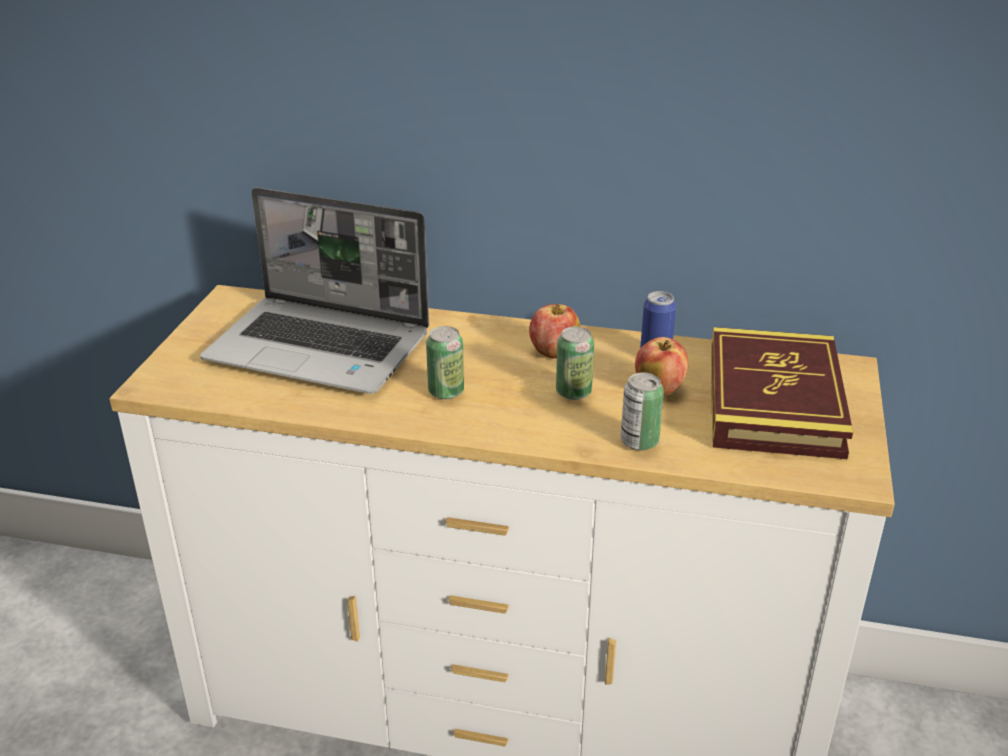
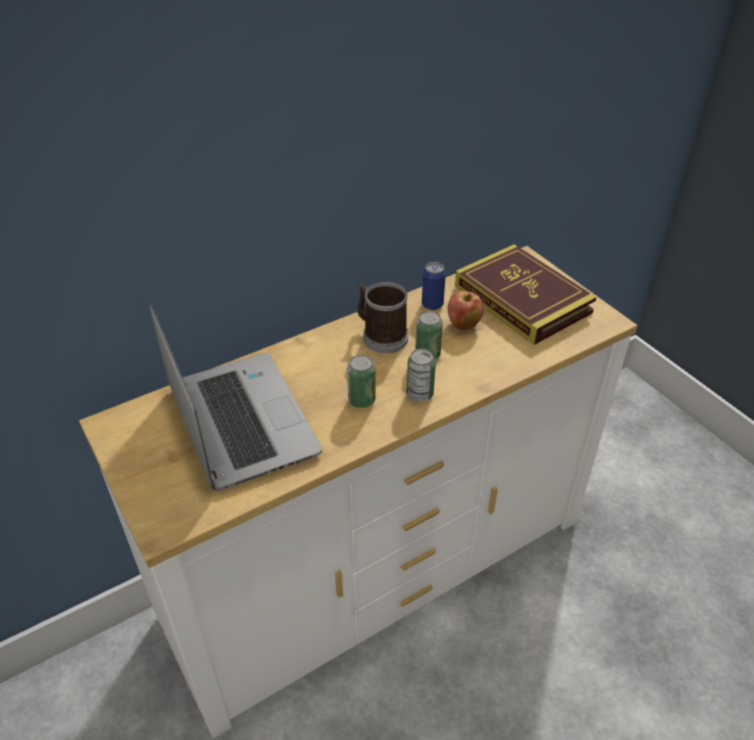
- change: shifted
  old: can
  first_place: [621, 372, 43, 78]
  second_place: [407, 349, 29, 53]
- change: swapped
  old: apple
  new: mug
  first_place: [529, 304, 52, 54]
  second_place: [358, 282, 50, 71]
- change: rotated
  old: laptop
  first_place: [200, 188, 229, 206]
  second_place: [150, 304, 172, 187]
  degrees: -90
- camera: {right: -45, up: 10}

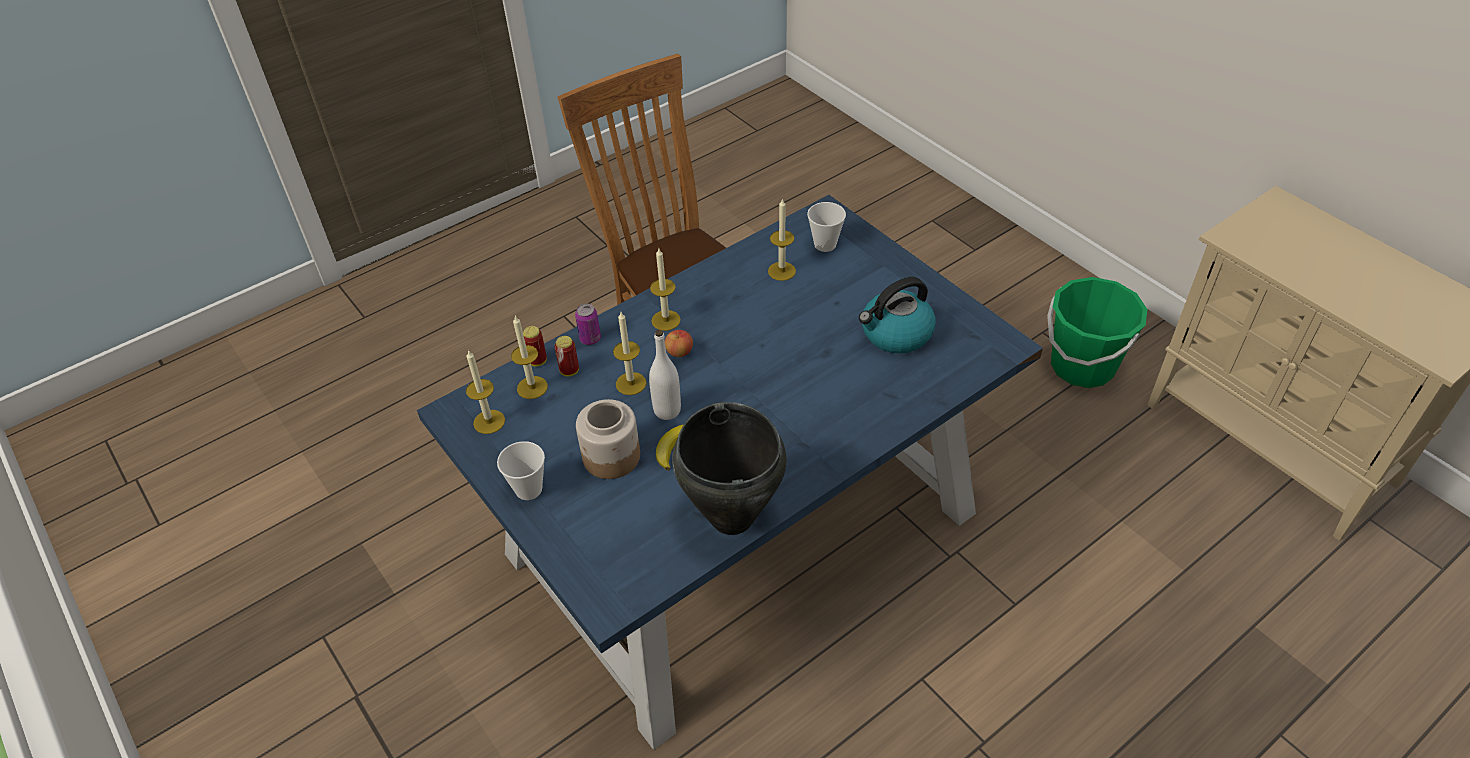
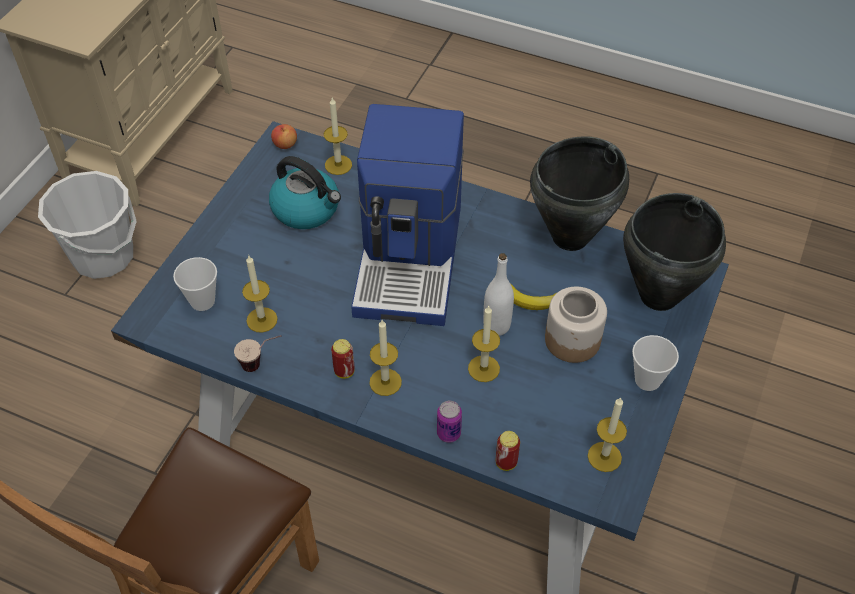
- change: new
  new: cup
  second_place: [234, 335, 47, 37]
- change: new
  new: coffee_machine
  second_place: [351, 104, 113, 222]
- change: new
  new: black_cooking_pot
  second_place: [623, 193, 103, 118]
- change: shifted
  old: candle
  first_place: [511, 316, 37, 83]
  second_place: [324, 98, 28, 77]
- change: shifted
  old: can
  first_place: [554, 336, 25, 40]
  second_place: [331, 339, 24, 40]
- change: shifted
  old: apple
  first_place: [665, 330, 28, 27]
  second_place: [271, 124, 26, 25]
- change: repainted
  old: green_bucket
  new: white_bucket
  first_place: [1047, 277, 101, 111]
  second_place: [38, 171, 99, 108]
- camera: {right: -120, up: 5}

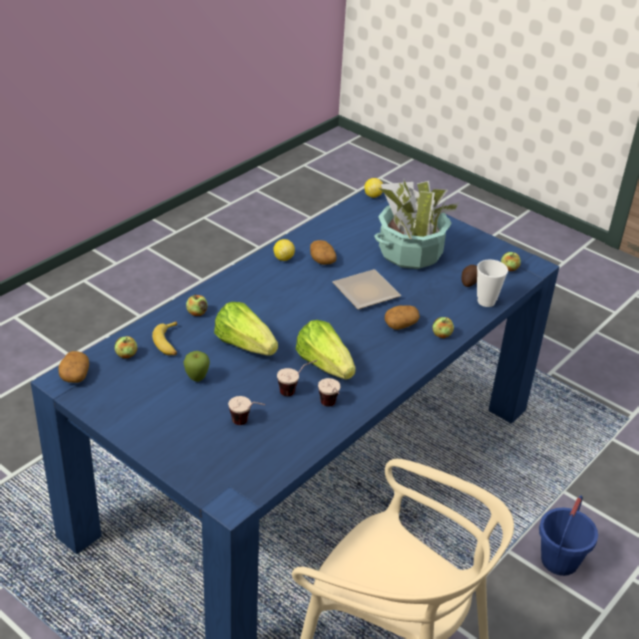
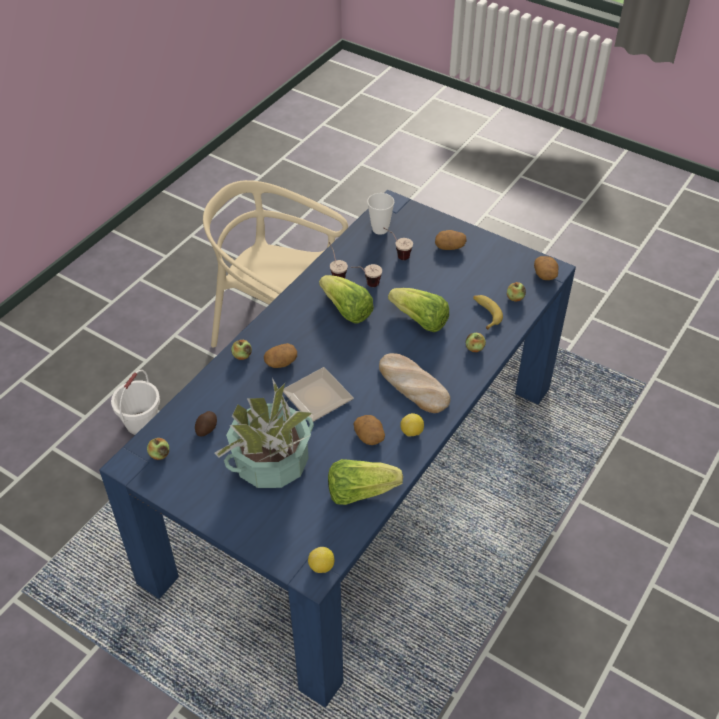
- change: gone
  old: apple
  first_place: [184, 351, 26, 31]
- change: new
  new: lettuce
  second_place: [328, 459, 75, 46]
- change: new
  new: bread
  second_place: [379, 353, 71, 60]
- change: new
  new: potato
  second_place: [435, 230, 32, 20]
- change: shifted
  old: cup
  first_place: [477, 260, 31, 47]
  second_place: [367, 193, 27, 42]
- change: repainted
  old: blue_bucket
  new: white_bucket
  first_place: [539, 496, 59, 80]
  second_place: [111, 370, 49, 65]
- camera: {right: 175, up: 10}

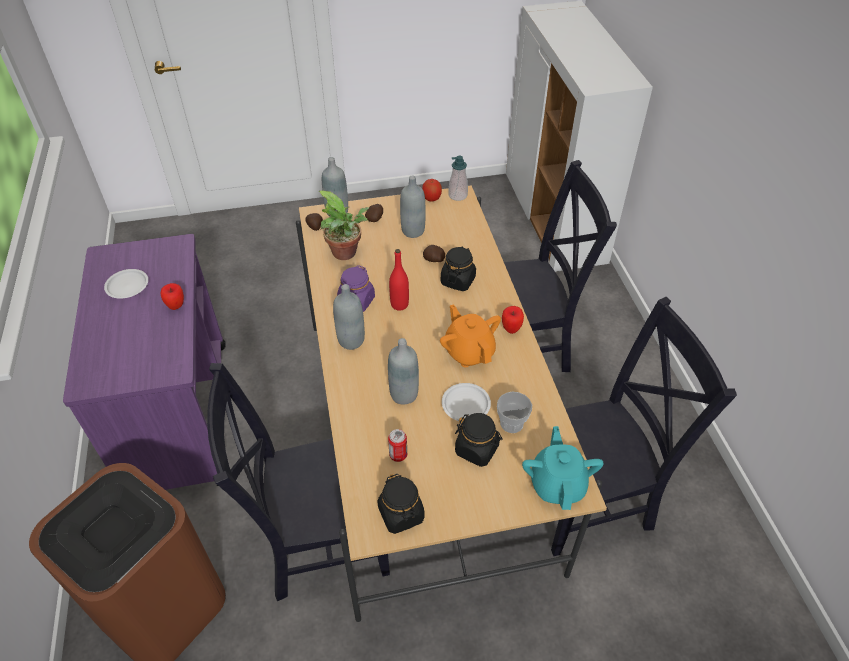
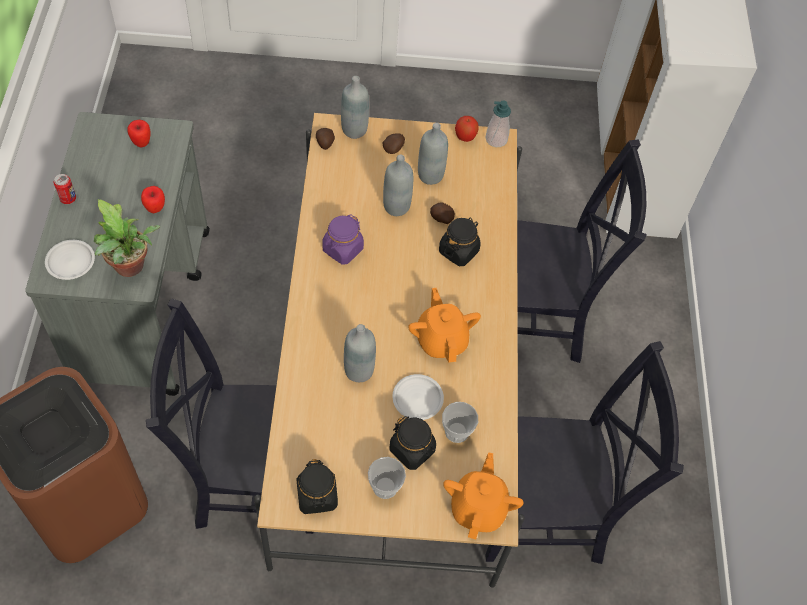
- change: gone
  old: red_bottle
  first_place: [389, 249, 20, 61]
- change: new
  new: cup
  second_place: [368, 457, 38, 42]
- change: shifted
  old: white_plate
  first_place: [104, 269, 44, 30]
  second_place: [45, 240, 50, 40]
- change: shifted
  old: potted_plant
  first_place: [318, 190, 51, 70]
  second_place: [94, 199, 66, 78]
- change: shifted
  old: grey_bottle
  first_place: [333, 284, 32, 66]
  second_place: [383, 155, 30, 61]
- change: shifted
  old: can
  first_place: [388, 429, 19, 33]
  second_place: [53, 174, 23, 30]
- change: shifted
  old: apple
  first_place: [502, 306, 22, 28]
  second_place: [128, 120, 22, 27]
- change: repainted
  old: purple_cart
  new: grey_cart
  first_place: [63, 234, 163, 256]
  second_place: [25, 112, 185, 284]
- change: repainted
  old: turquoise_teapot
  new: orange_teapot
  first_place: [522, 426, 82, 84]
  second_place: [443, 452, 81, 88]
- camera: {right: 10, up: 10}

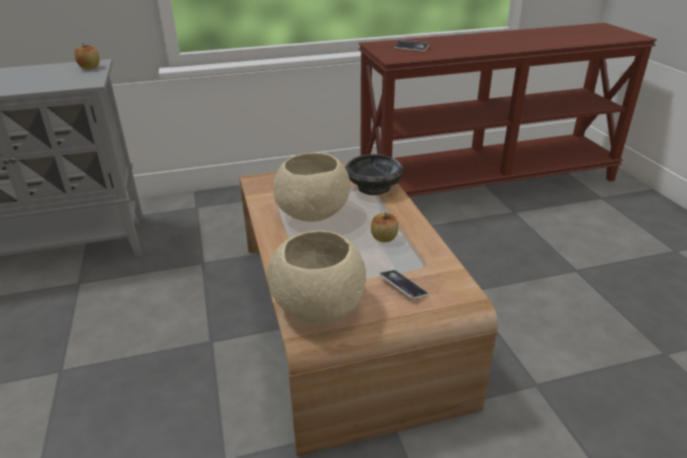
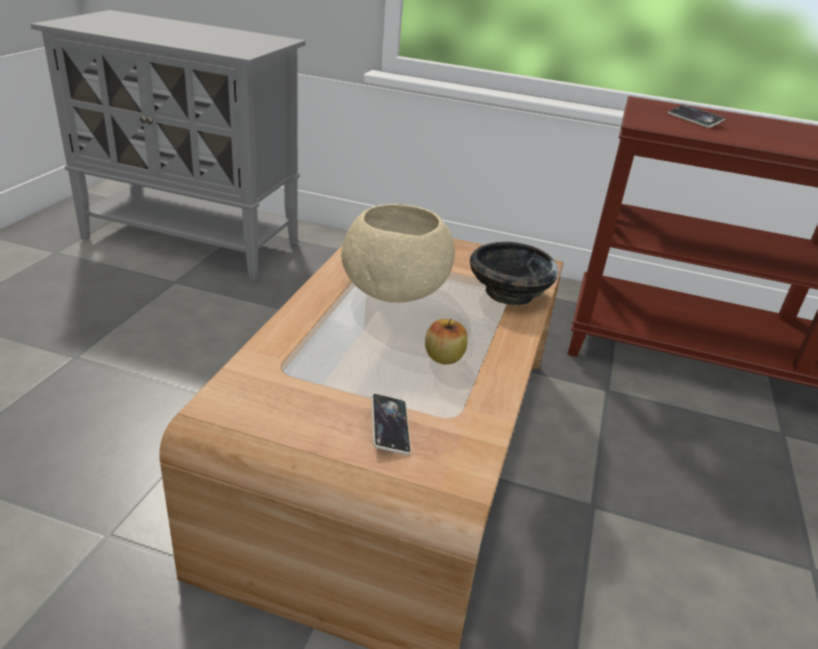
- change: gone
  old: apple
  first_place: [75, 44, 25, 25]
- change: gone
  old: beige_bowl
  first_place: [267, 231, 99, 93]
- camera: {right: 30, up: 0}

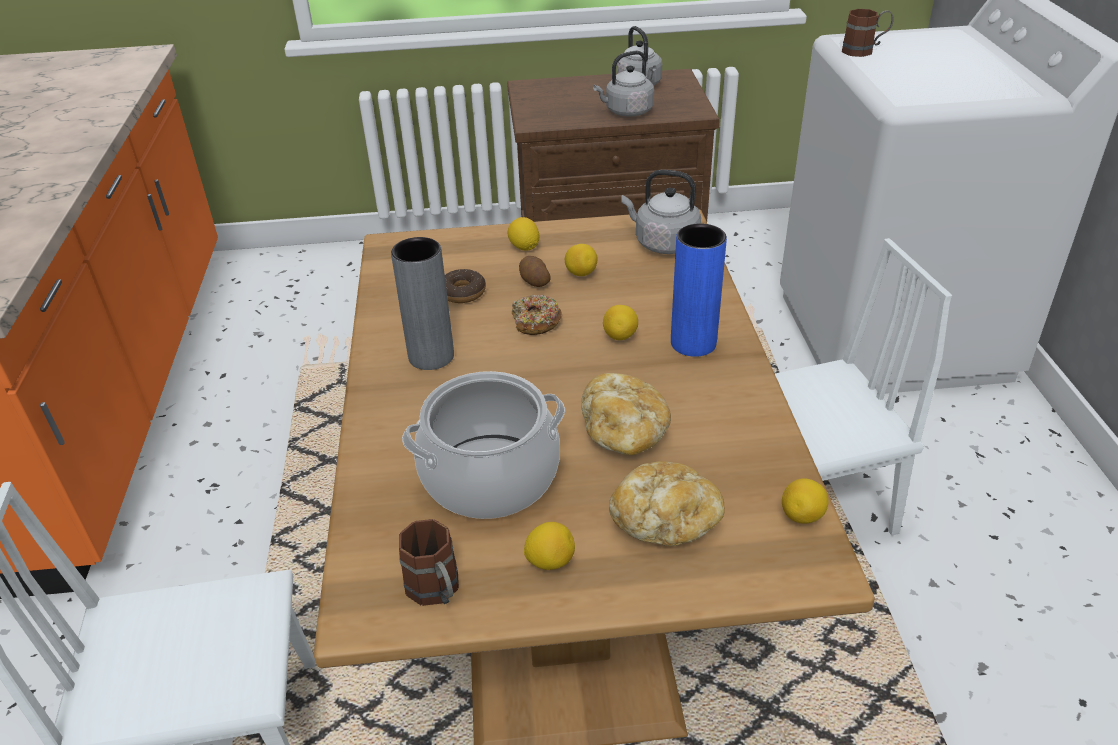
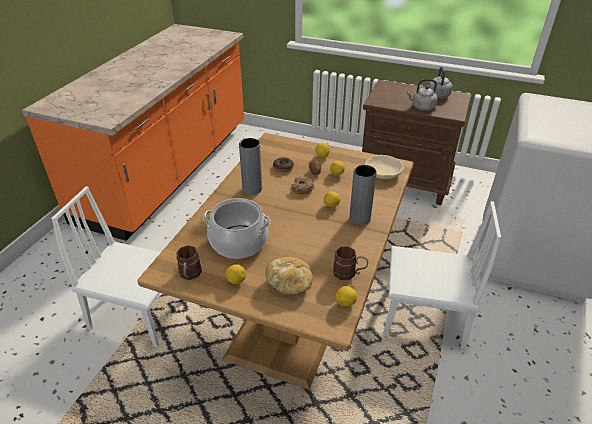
- change: gone
  old: bread
  first_place: [581, 373, 90, 82]
- change: shifted
  old: brown_mug
  first_place: [842, 9, 52, 48]
  second_place: [333, 246, 35, 34]
- change: swapped
  old: grey_kettle
  new: beige_bowl
  first_place: [621, 170, 80, 84]
  second_place: [365, 155, 39, 24]
- change: repainted
  old: blue_vase
  new: grey_vase
  first_place: [671, 224, 56, 133]
  second_place: [349, 165, 28, 60]
- camera: {right: 25, up: 0}

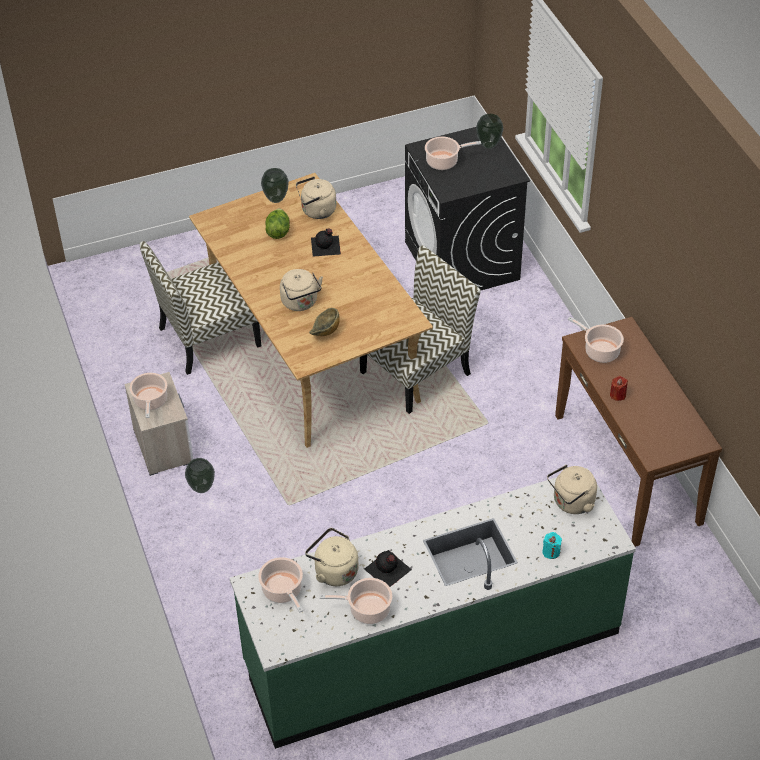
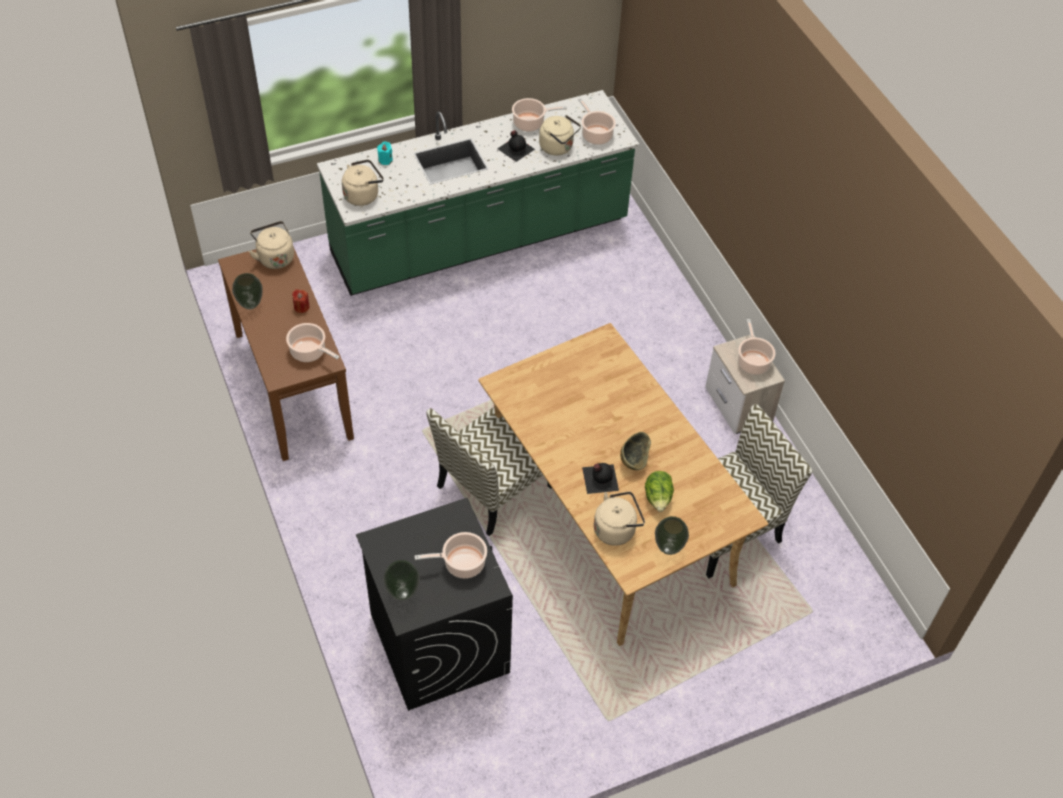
- change: shifted
  old: vase
  first_place: [185, 458, 30, 35]
  second_place: [232, 273, 31, 36]
- change: shifted
  old: beige_kettle
  first_place: [280, 269, 43, 42]
  second_place: [249, 221, 45, 48]
- change: shifted
  old: bowl
  first_place: [309, 308, 31, 28]
  second_place: [620, 432, 31, 38]
- camera: {right: 175, up: 5}

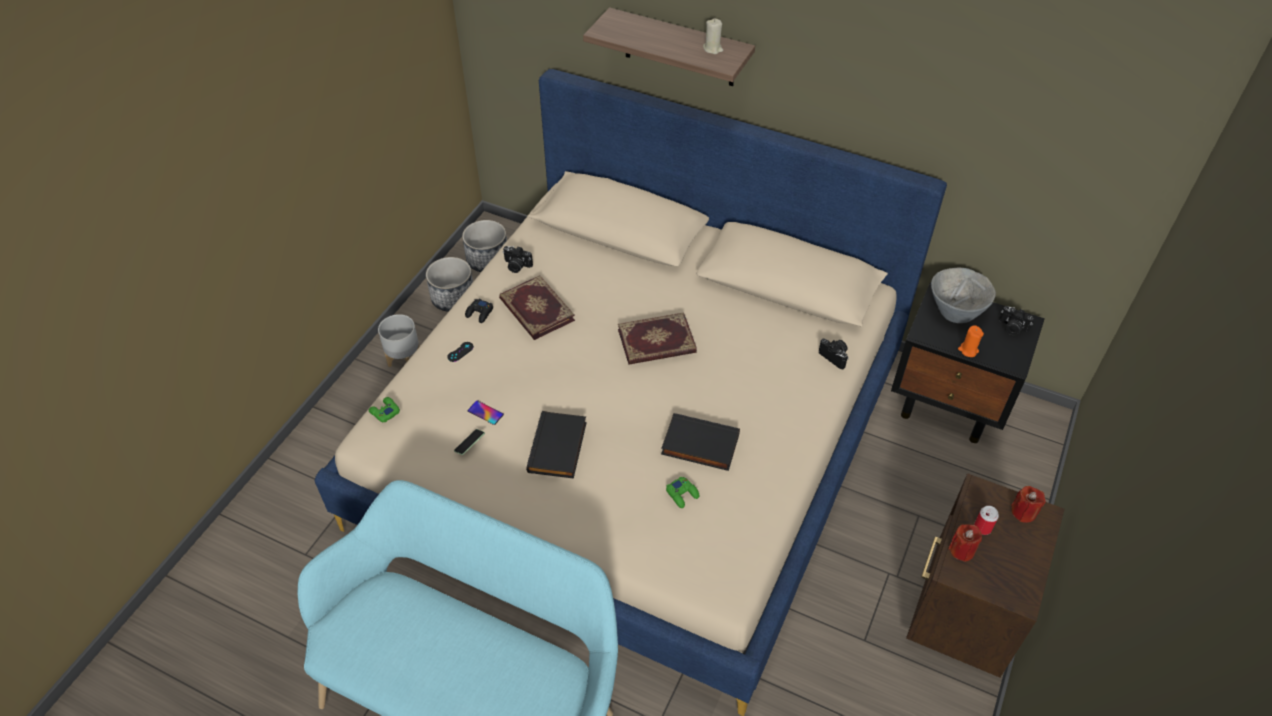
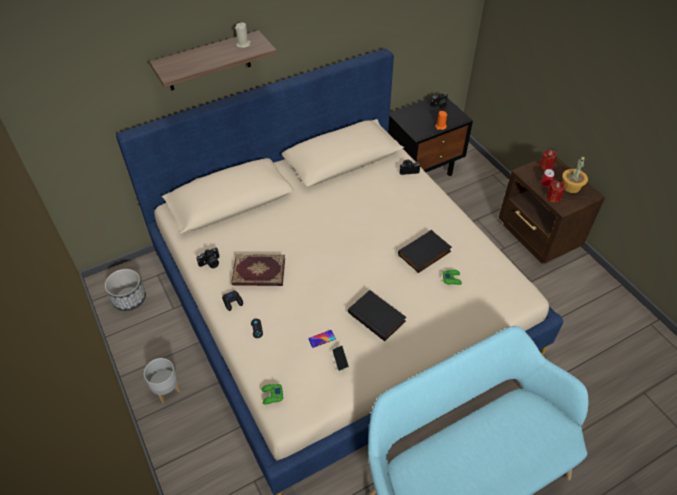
- change: gone
  old: planter
  first_place: [426, 257, 47, 55]
- change: gone
  old: book
  first_place: [618, 312, 79, 53]
- change: gone
  old: grey_bowl
  first_place: [931, 267, 65, 56]
- change: new
  new: potted_plant
  second_place: [562, 155, 26, 38]
- camera: {right: -55, up: 0}

